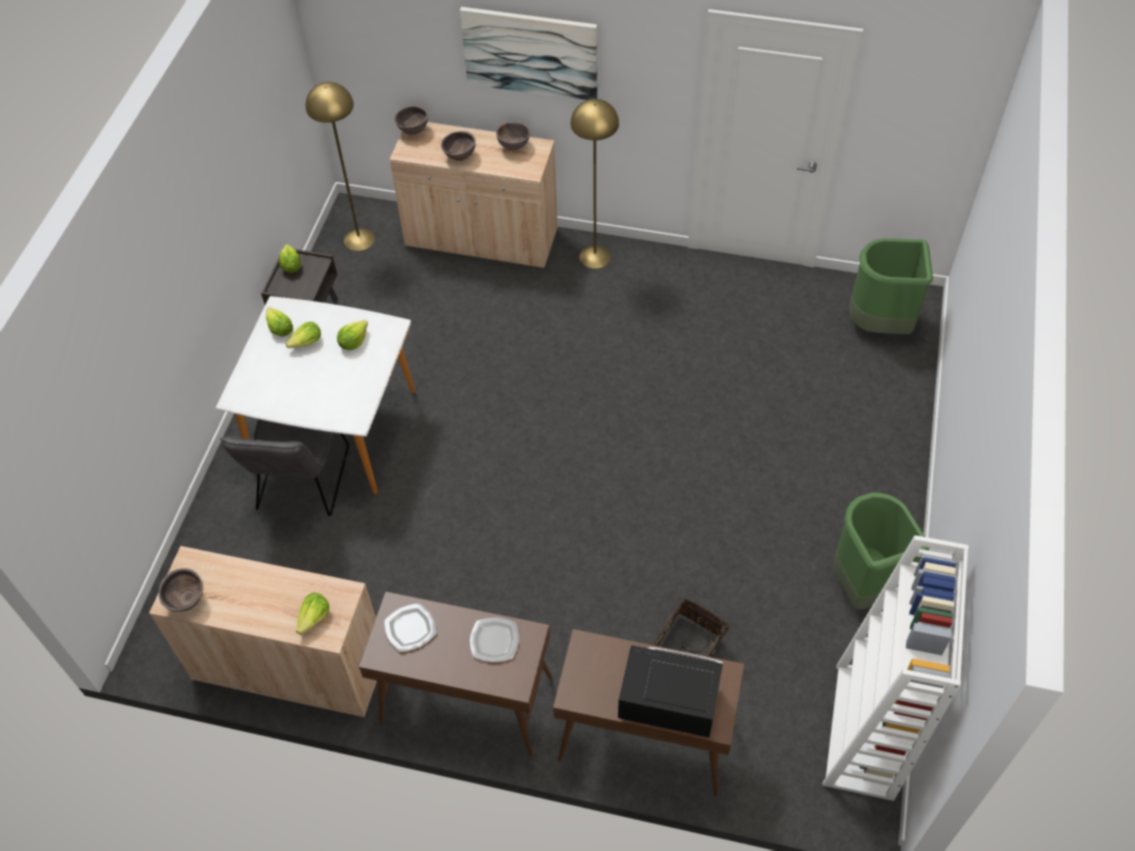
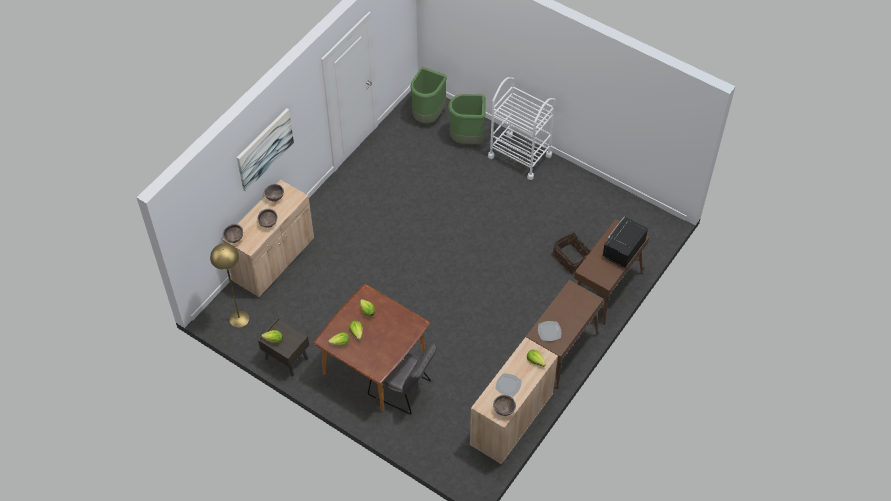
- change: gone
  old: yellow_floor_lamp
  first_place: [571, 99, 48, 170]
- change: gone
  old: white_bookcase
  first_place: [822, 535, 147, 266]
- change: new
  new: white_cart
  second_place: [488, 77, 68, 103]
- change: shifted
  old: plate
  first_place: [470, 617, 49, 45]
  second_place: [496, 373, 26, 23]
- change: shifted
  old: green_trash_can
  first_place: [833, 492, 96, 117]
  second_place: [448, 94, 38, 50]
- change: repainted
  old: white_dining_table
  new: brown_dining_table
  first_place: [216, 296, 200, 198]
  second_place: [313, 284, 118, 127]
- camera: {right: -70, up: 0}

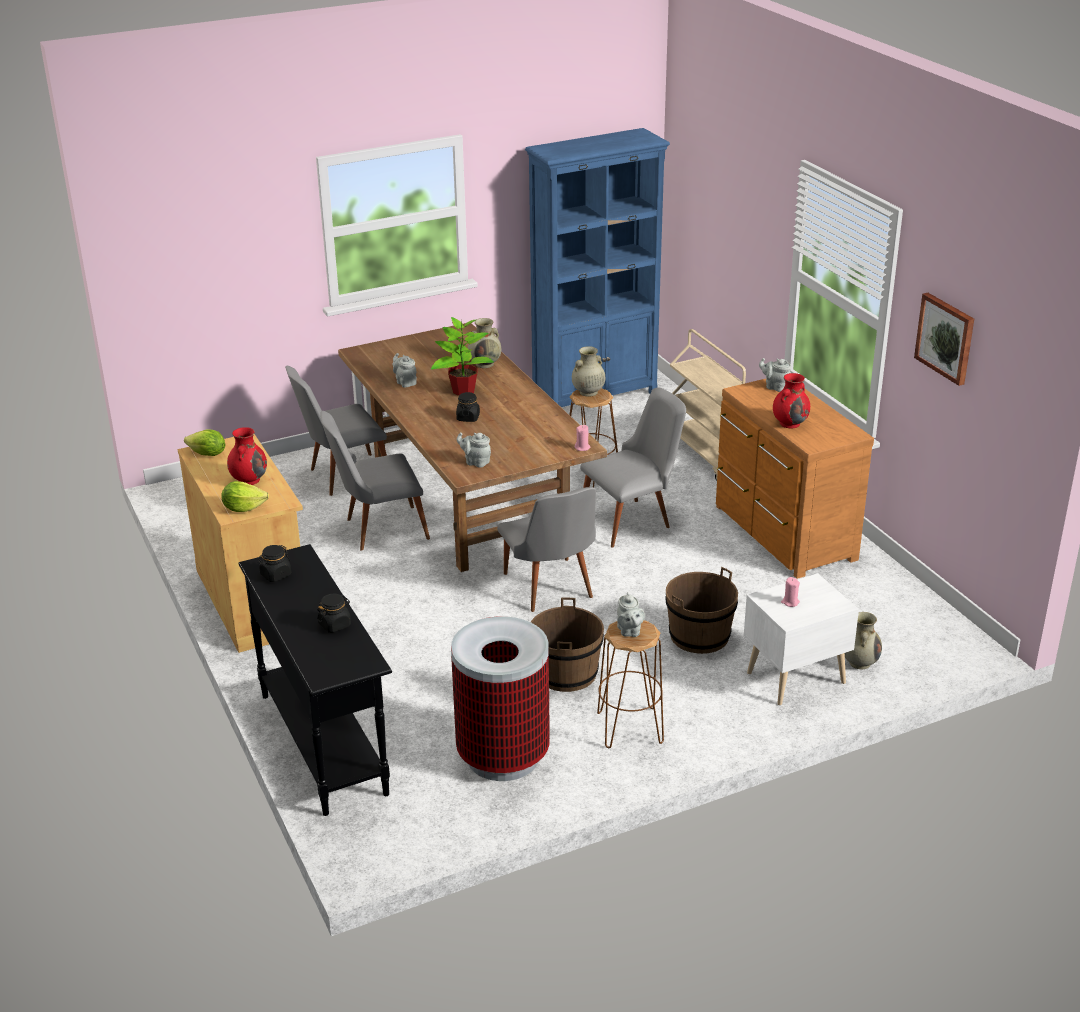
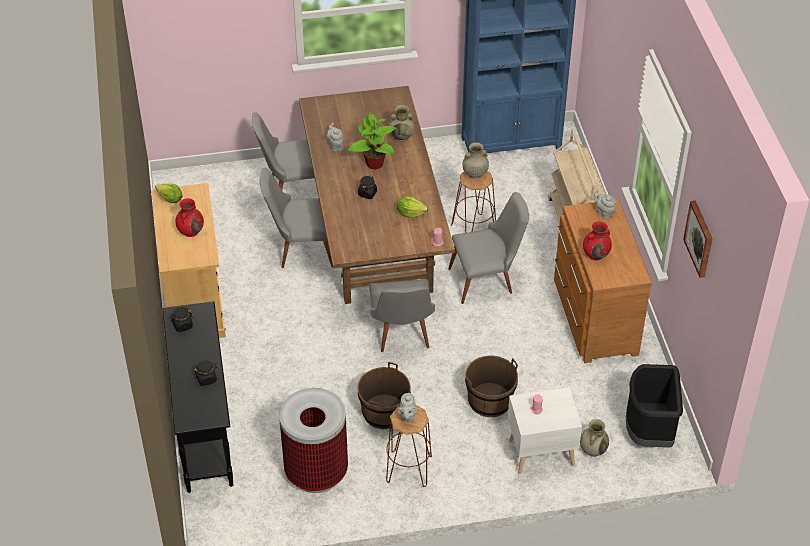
- change: gone
  old: grey_teapot
  first_place: [457, 432, 34, 36]
- change: new
  new: black_trash_can
  second_place: [626, 364, 57, 84]
- change: shifted
  old: lettuce
  first_place: [221, 481, 48, 31]
  second_place: [397, 196, 31, 22]
- camera: {right: 15, up: 15}

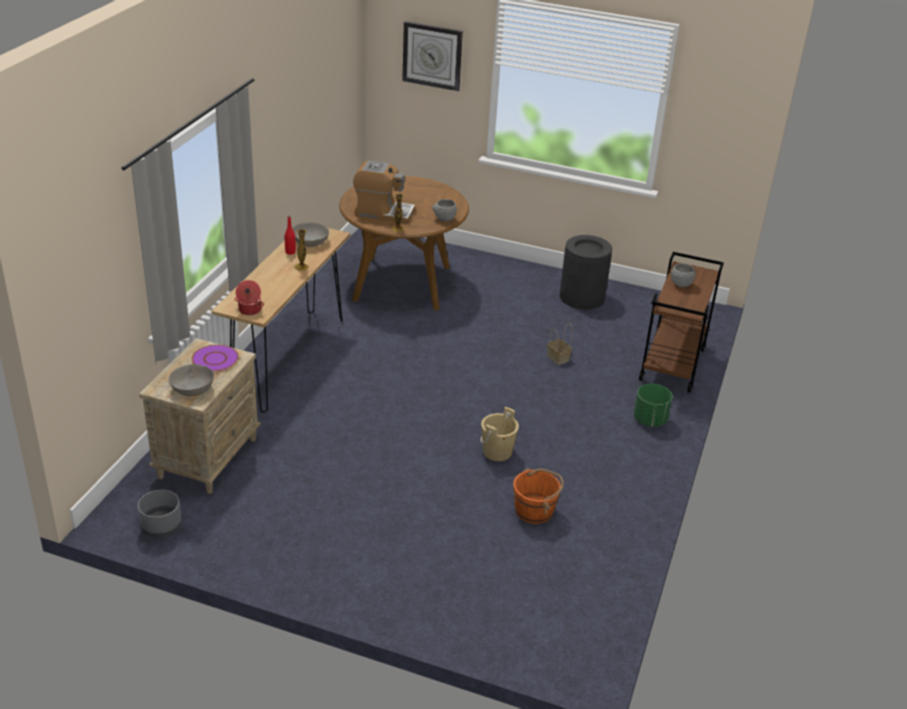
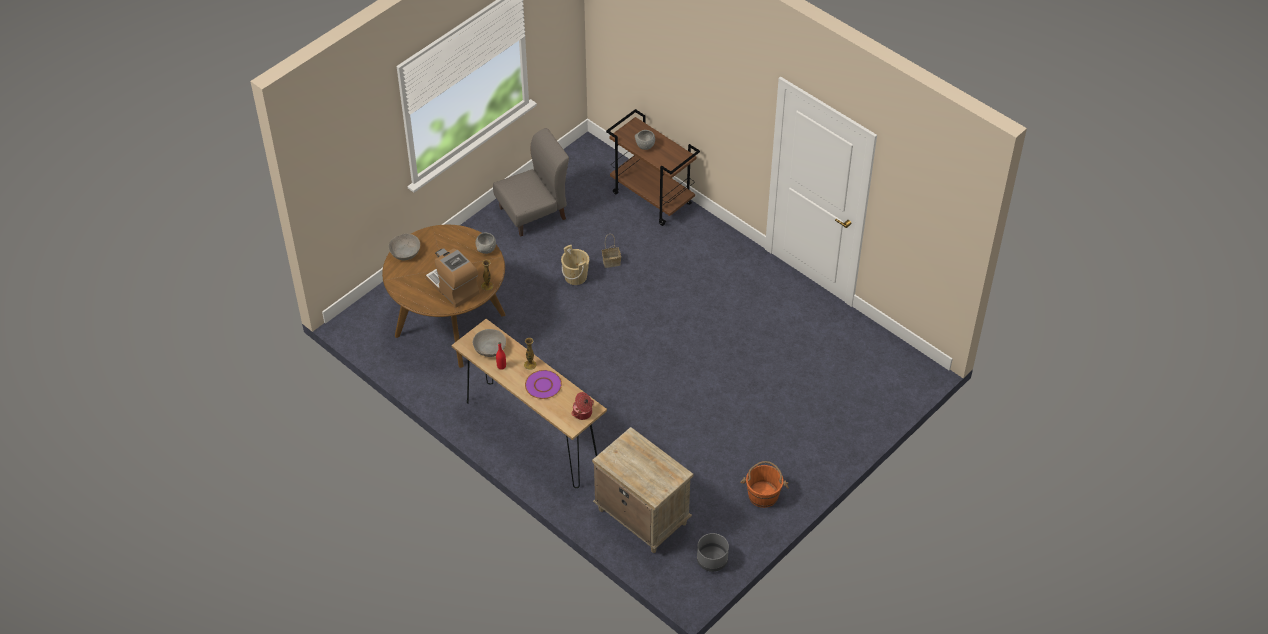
- change: gone
  old: wall_clock
  first_place: [402, 21, 61, 70]
- change: gone
  old: green_planter
  first_place: [634, 384, 39, 43]
- change: shifted
  old: grey_bowl
  first_place: [169, 364, 45, 32]
  second_place: [388, 234, 32, 26]
- change: shifted
  old: purple_plate
  first_place: [192, 344, 47, 28]
  second_place: [525, 370, 37, 29]
- change: shifted
  old: beige_bucket
  first_place: [480, 407, 39, 54]
  second_place: [561, 245, 28, 40]
- change: shifted
  old: orange_bucket
  first_place: [513, 468, 51, 56]
  second_place: [740, 461, 49, 47]
- change: swapped
  old: black_trash_can
  new: grey_chair
  first_place: [560, 235, 52, 74]
  second_place: [493, 128, 76, 109]
- change: rotated
  old: coffee_machine
  first_place: [353, 160, 62, 64]
  second_place: [425, 248, 54, 60]
  degrees: -75
- camera: {right: -65, up: 15}

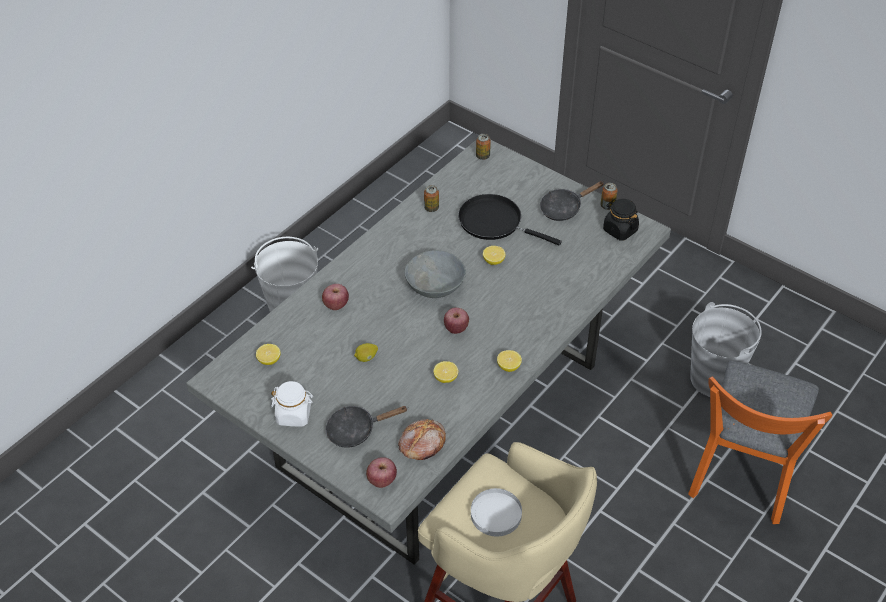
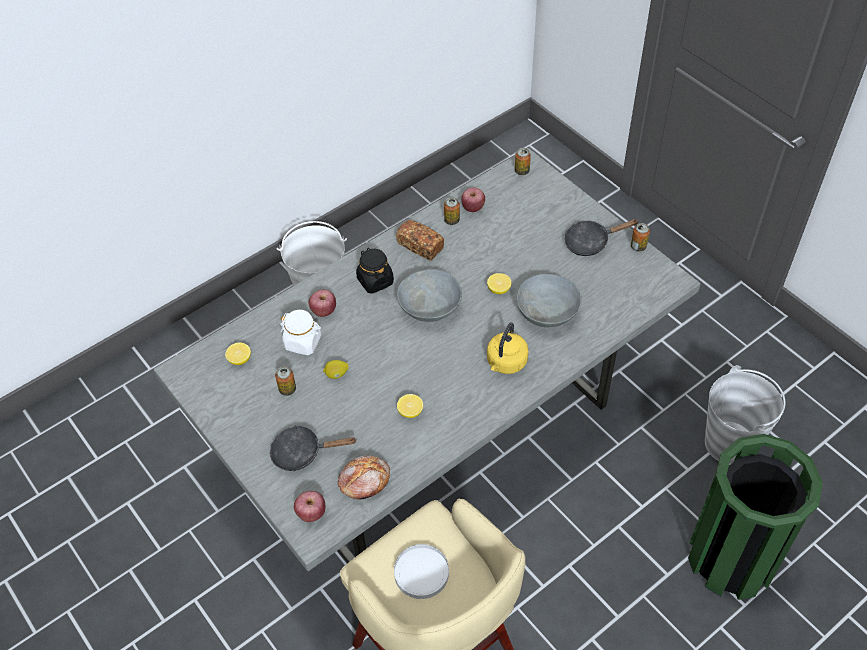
- change: gone
  old: black_frying_pan
  first_place: [458, 194, 104, 52]
- change: gone
  old: lemon
  first_place: [497, 350, 25, 22]
- change: new
  new: can
  second_place: [275, 366, 21, 30]
- change: new
  new: bread
  second_place: [396, 220, 48, 41]
- change: new
  new: yellow_kettle
  second_place: [487, 323, 42, 51]
- change: new
  new: grey_bowl
  second_place: [517, 274, 65, 53]
- change: shifted
  old: white_jar
  first_place: [271, 381, 43, 46]
  second_place: [280, 310, 41, 45]
- change: shifted
  old: apple
  first_place: [444, 308, 25, 26]
  second_place: [461, 187, 24, 25]
- change: shifted
  old: black_jar
  first_place: [603, 199, 36, 42]
  second_place: [356, 248, 38, 46]
- change: swapped
  old: orange_chair
  new: green_trash_can
  first_place: [688, 361, 144, 163]
  second_place: [688, 434, 135, 166]
- camera: {right: 15, up: 5}

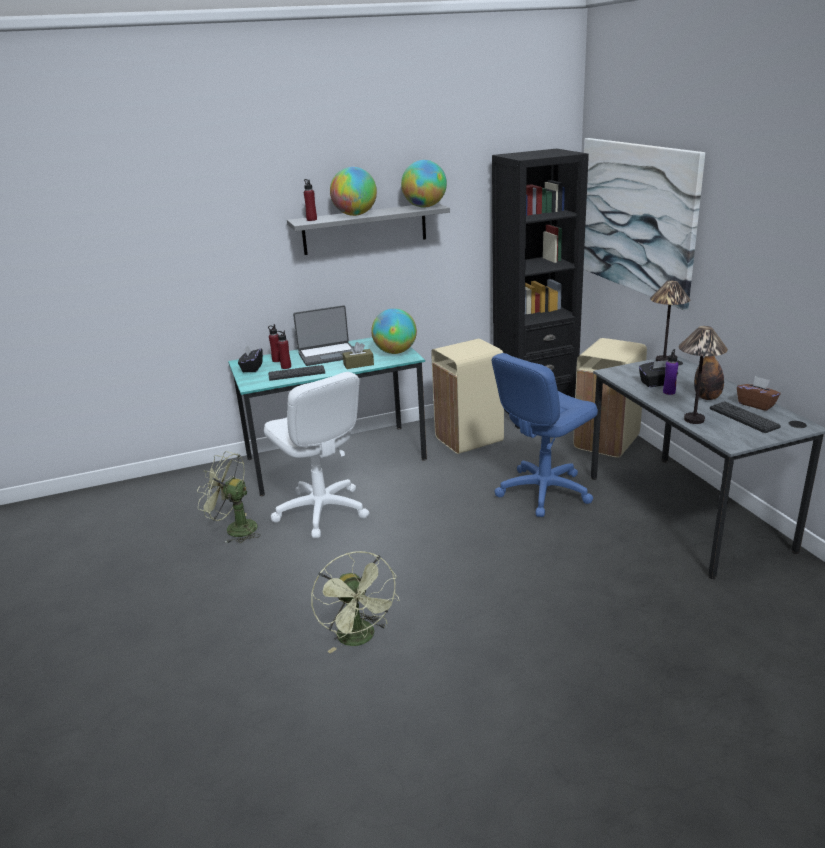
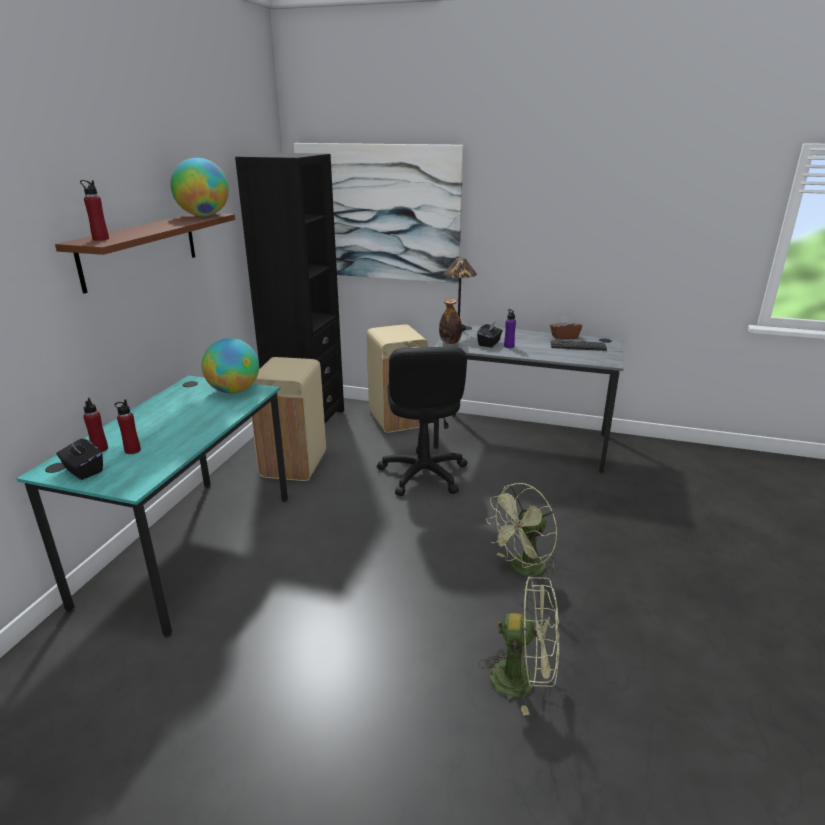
- change: gone
  old: white_office_chair
  first_place: [264, 372, 105, 166]
- change: gone
  old: keyboard
  first_place: [268, 365, 57, 16]
- change: gone
  old: laptop
  first_place: [293, 305, 59, 61]
- change: gone
  old: globe
  first_place: [330, 167, 47, 49]
- change: gone
  old: brown_tissue_box
  first_place: [343, 342, 31, 27]
- change: gone
  old: table_lamp
  first_place: [678, 326, 50, 98]
- change: shifted
  old: green_fan
  first_place: [197, 451, 64, 92]
  second_place: [486, 483, 71, 101]
- change: shifted
  old: bottle
  first_place: [694, 356, 30, 44]
  second_place: [439, 298, 23, 46]
- change: repainted
  old: grey_shelf
  new: brown_shelf
  first_place: [287, 203, 163, 52]
  second_place: [55, 213, 180, 81]
- change: repainted
  old: blue_office_chair
  new: black_office_chair
  first_place: [492, 353, 106, 164]
  second_place: [377, 346, 91, 150]
- camera: {right: -55, up: 0}

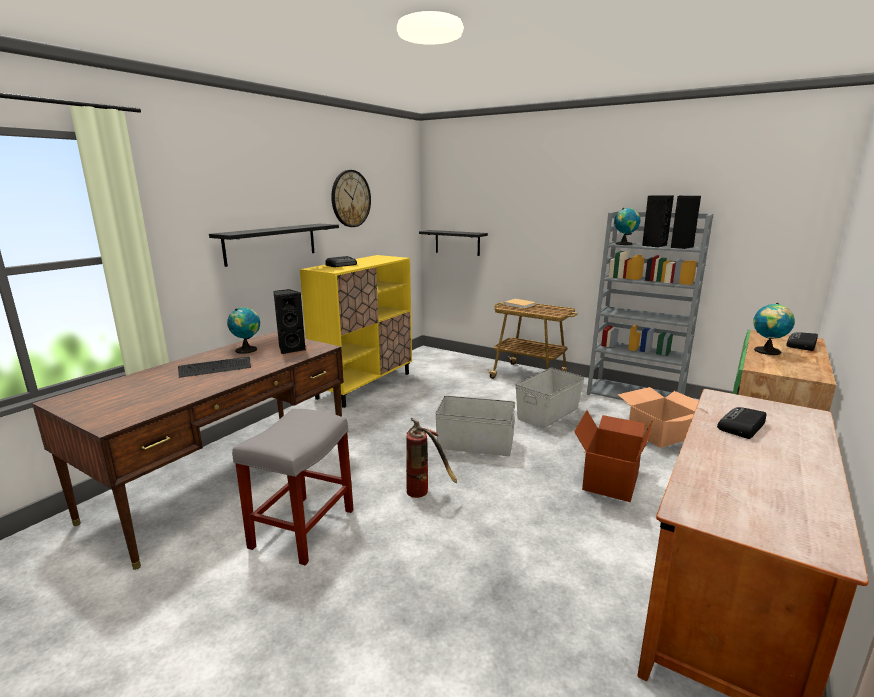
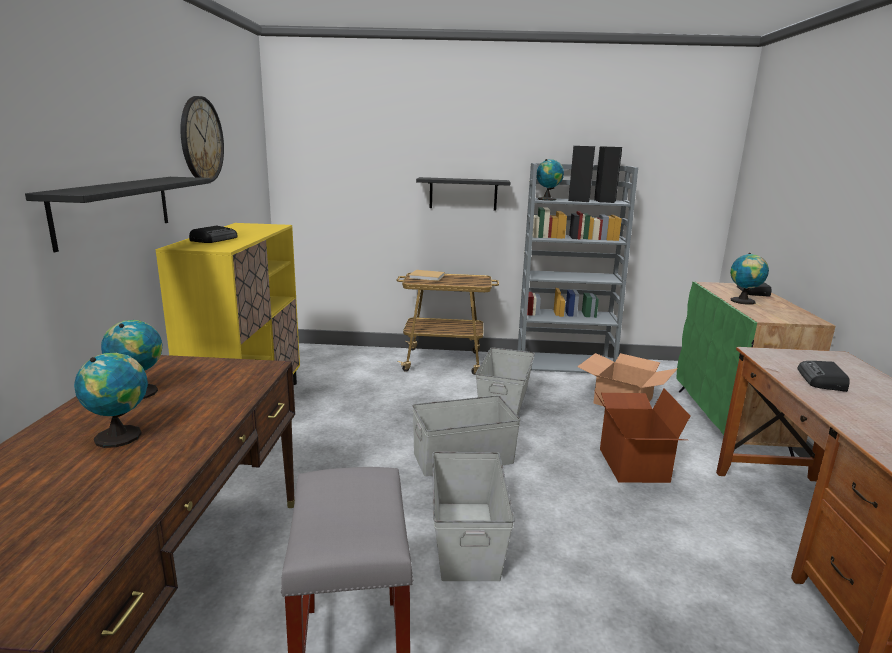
- change: gone
  old: black_speaker
  first_place: [273, 289, 33, 65]
- change: shifted
  old: black_shelf
  first_place: [419, 230, 69, 26]
  second_place: [416, 177, 94, 34]
- change: swapped
  old: keyboard
  new: globe
  first_place: [178, 357, 73, 21]
  second_place: [74, 353, 74, 95]
- change: swapped
  old: fire_extinguisher
  new: grey_storage_box
  first_place: [406, 418, 51, 80]
  second_place: [432, 451, 83, 130]
- camera: {right: -30, up: 0}

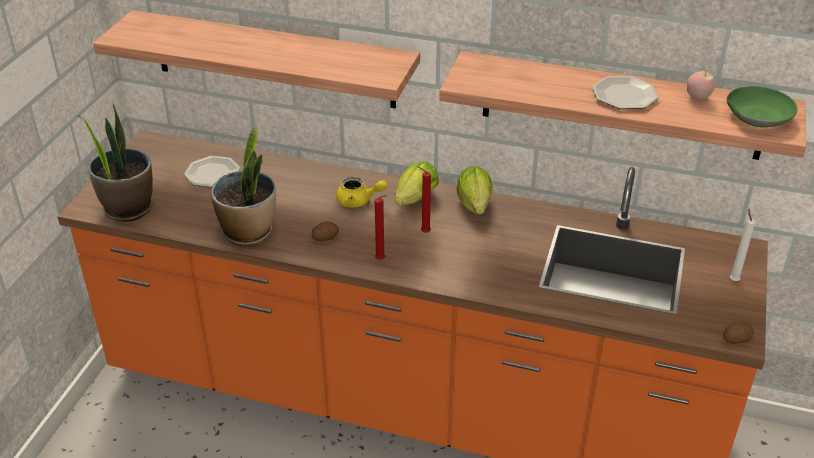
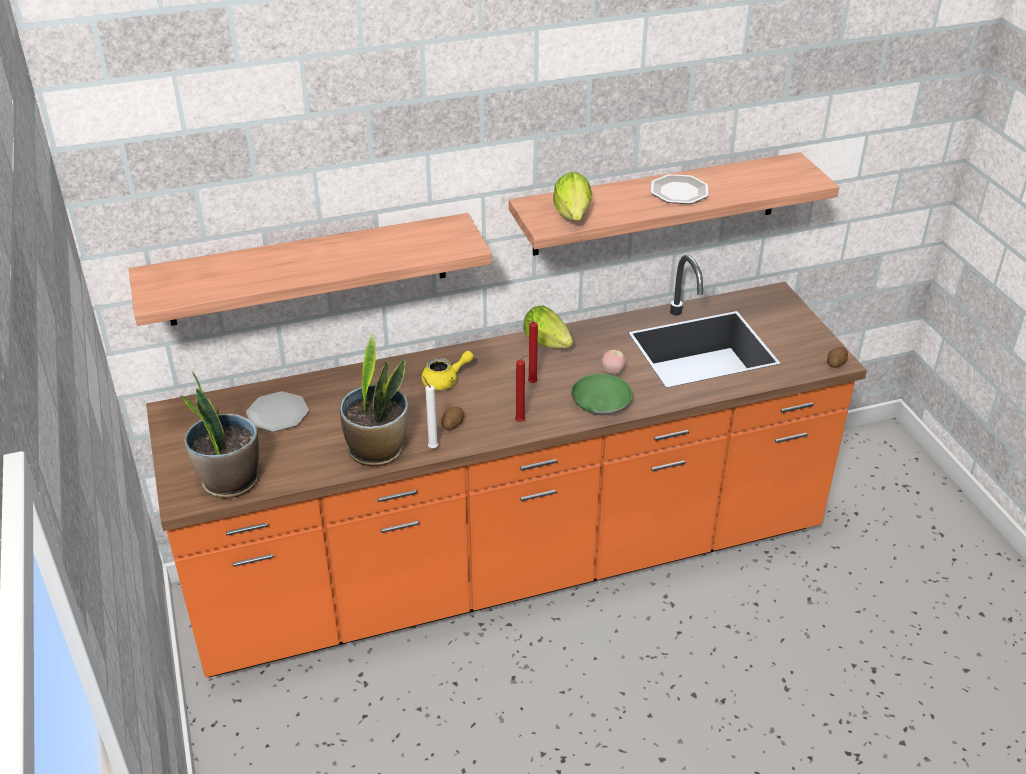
- change: shifted
  old: lettuce
  first_place: [395, 161, 44, 45]
  second_place: [553, 172, 39, 49]
- change: shifted
  old: apple
  first_place: [687, 71, 28, 29]
  second_place: [602, 350, 24, 25]
- change: shifted
  old: green_bowl
  first_place: [727, 86, 71, 42]
  second_place: [571, 374, 62, 41]
- change: shifted
  old: white_candle
  first_place: [730, 208, 25, 73]
  second_place: [423, 377, 15, 71]
- camera: {right: -35, up: 0}

